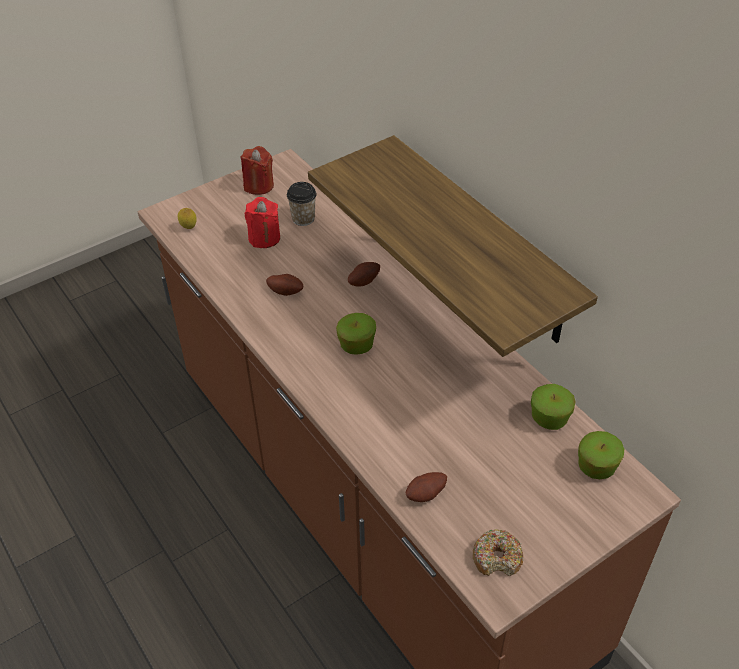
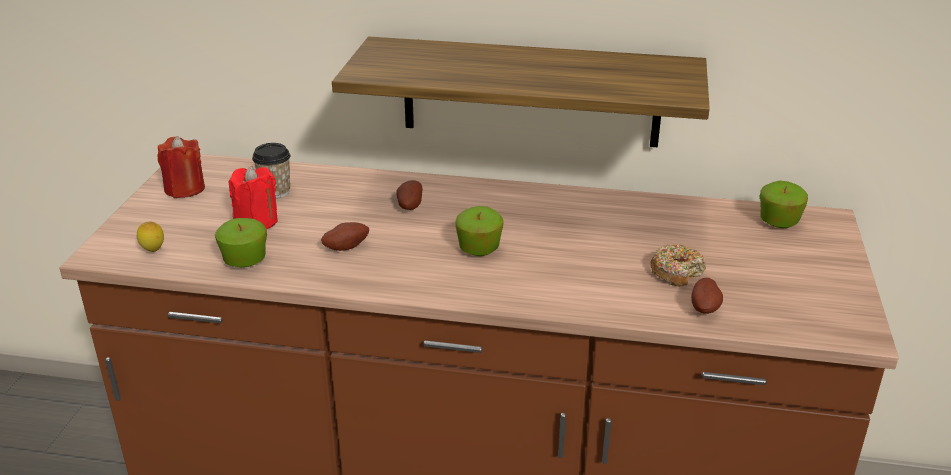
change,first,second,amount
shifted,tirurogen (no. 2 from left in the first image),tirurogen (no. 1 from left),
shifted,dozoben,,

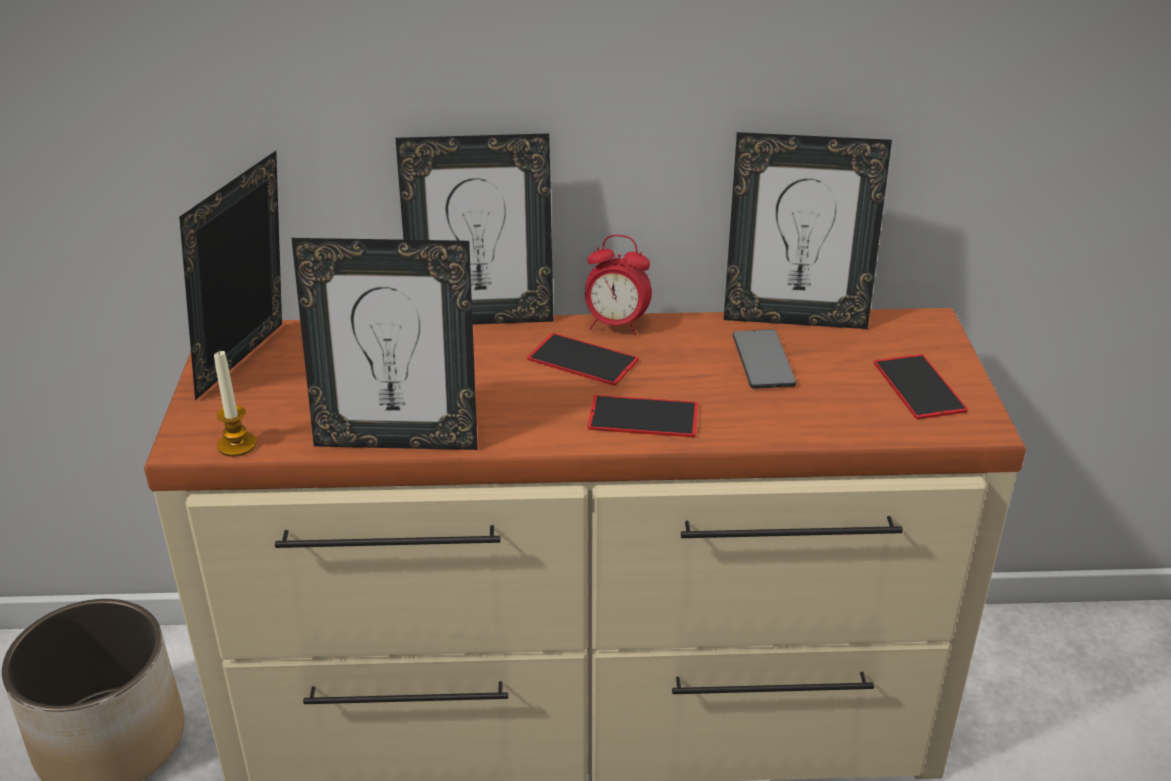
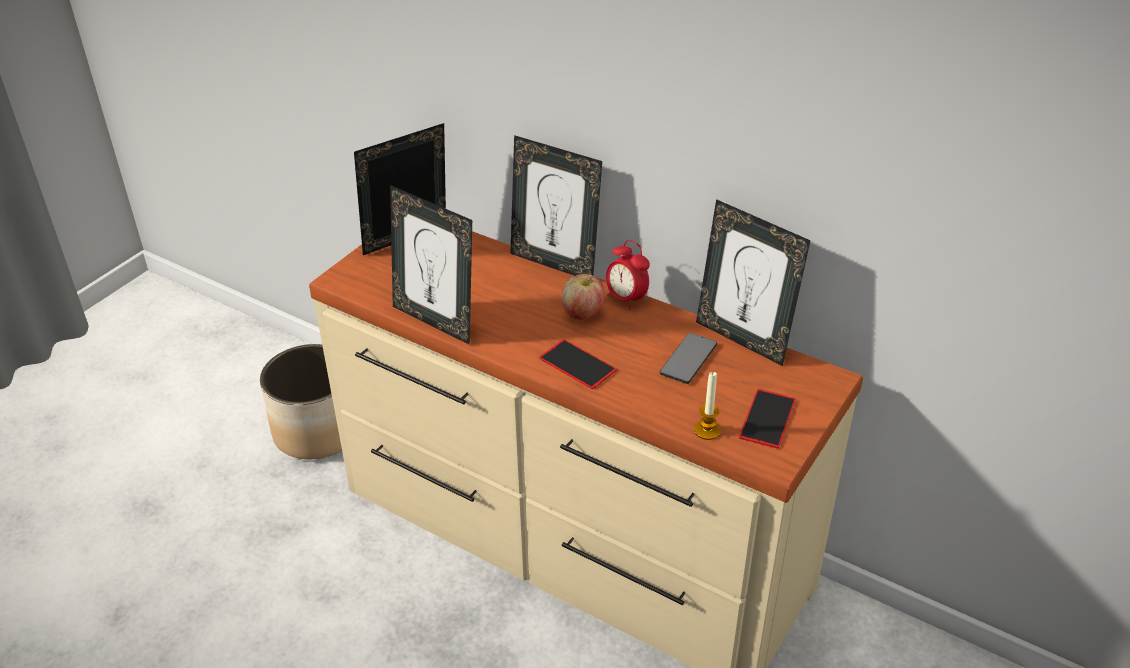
change,first,second,amount
swapped,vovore (no. 1 from left),tirurogen,
shifted,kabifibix,,

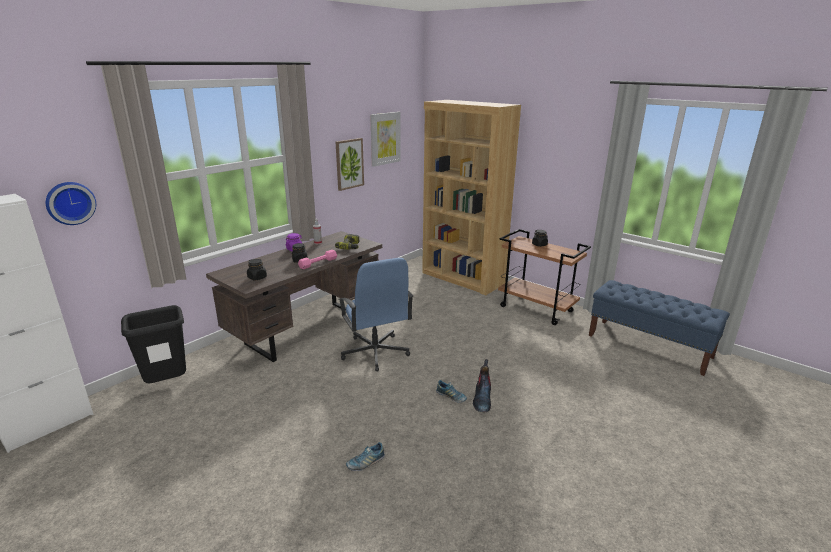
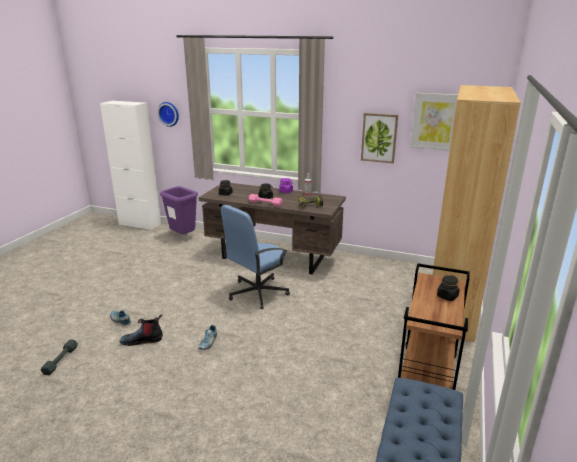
change,first,second,amount
new,,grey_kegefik,
shifted,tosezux,,
repainted,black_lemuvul,purple_lemuvul,

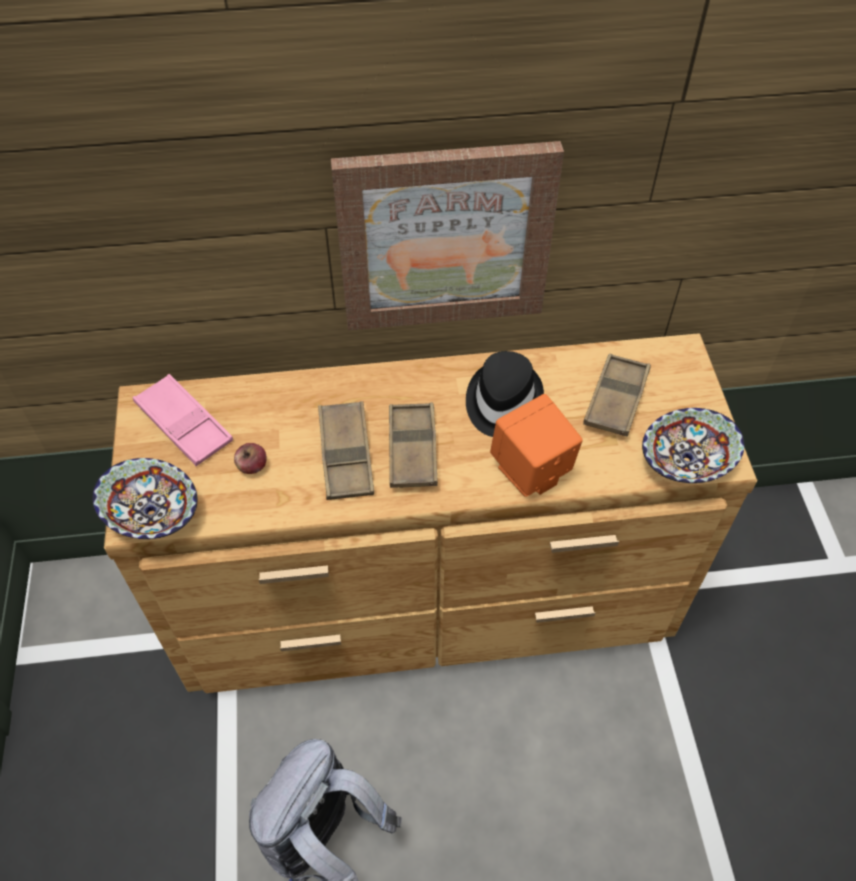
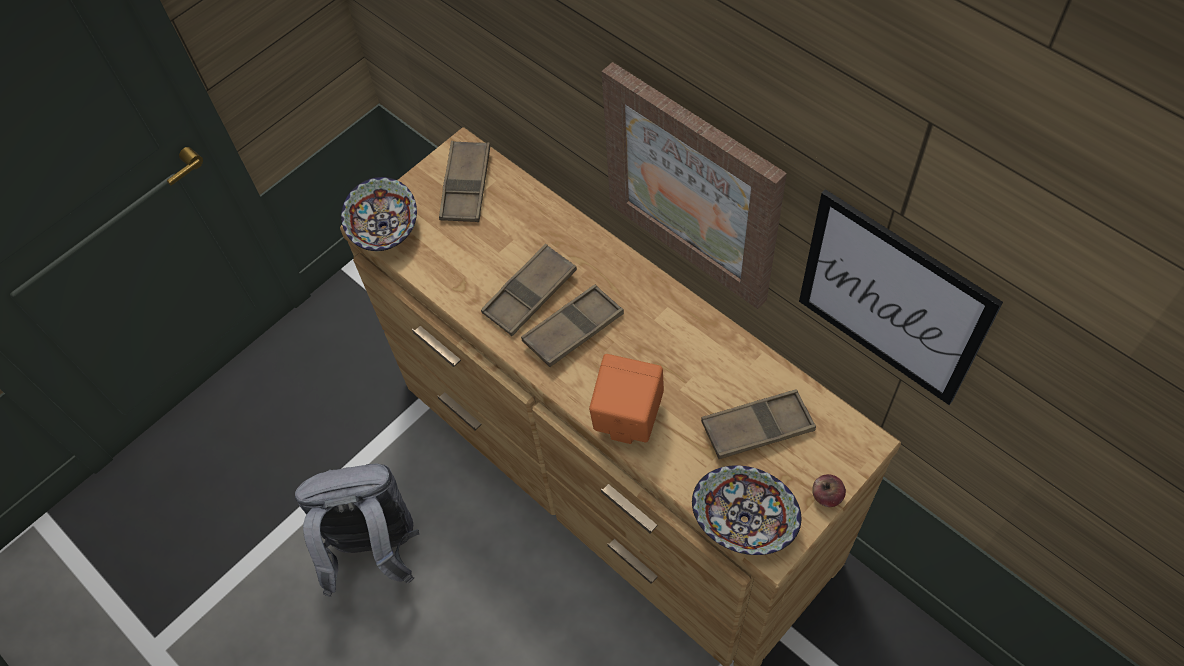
change,first,second,amount
repainted,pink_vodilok,brown_vodilok (no. 1 from left),
new,,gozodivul (no. 2 from left),
shifted,tirurogen,,
gone,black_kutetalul,,

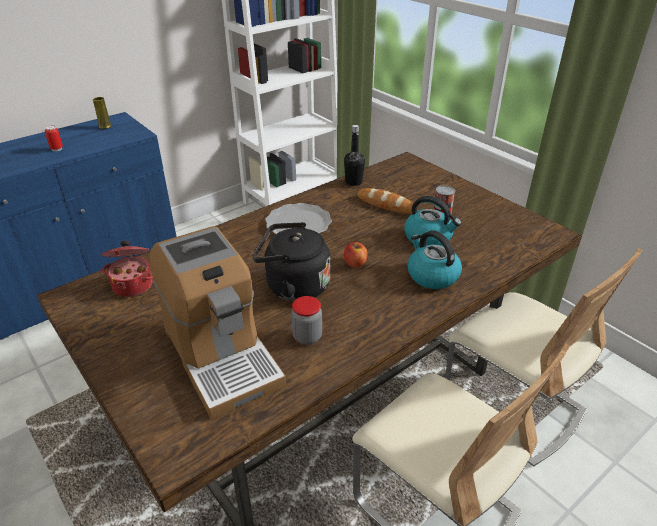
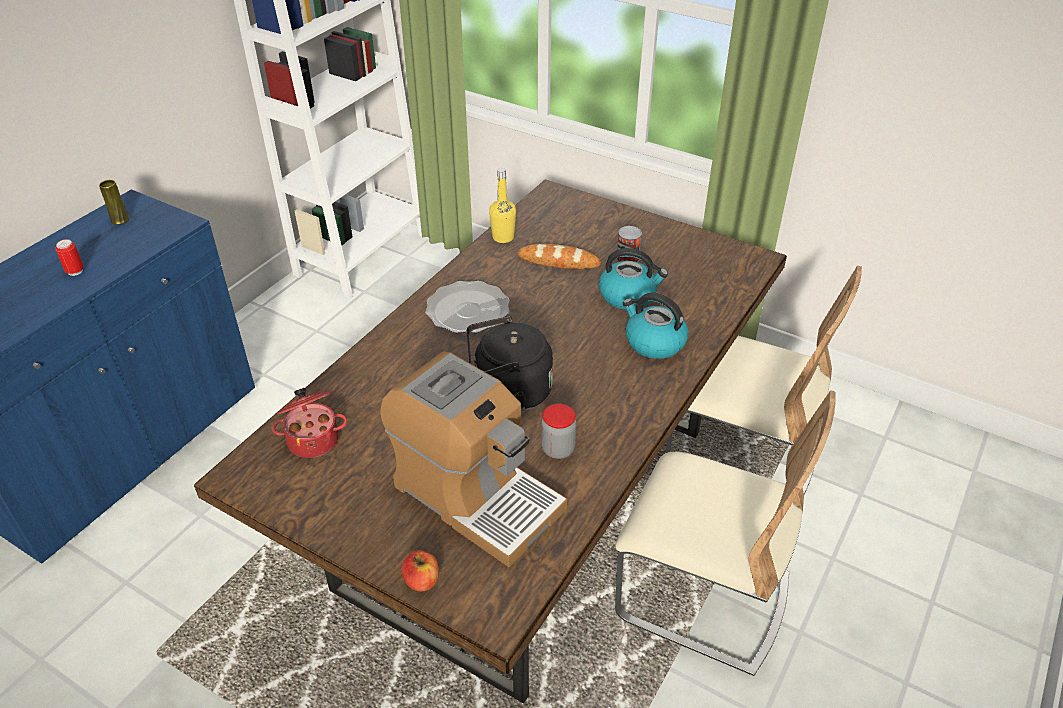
change,first,second,amount
shifted,tirurogen,,
repainted,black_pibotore,yellow_pibotore,

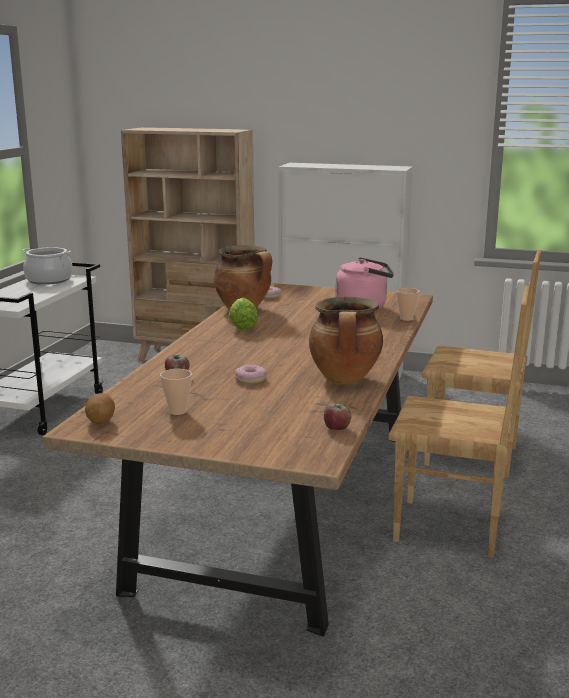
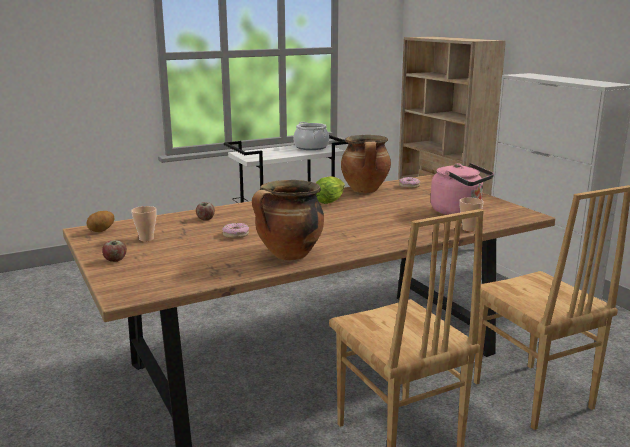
change,first,second,amount
shifted,tirurogen (no. 2 from left in the first image),tirurogen (no. 1 from left),

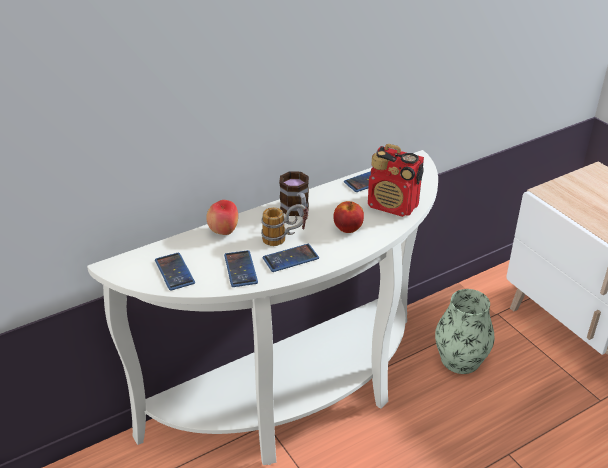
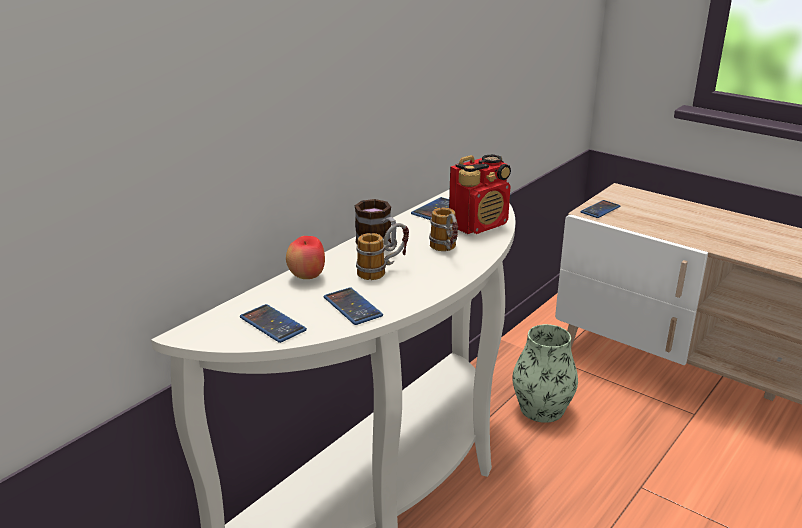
change,first,second,amount
swapped,tirurogen (no. 2 from left),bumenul (no. 3 from left),
rotated,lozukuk,,45 degrees counterclockwise
shifted,vovore (no. 3 from left in the first image),vovore (no. 4 from left),

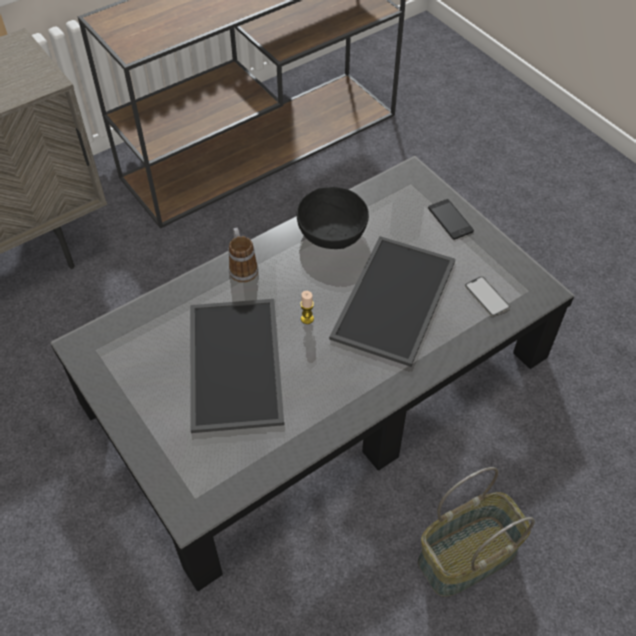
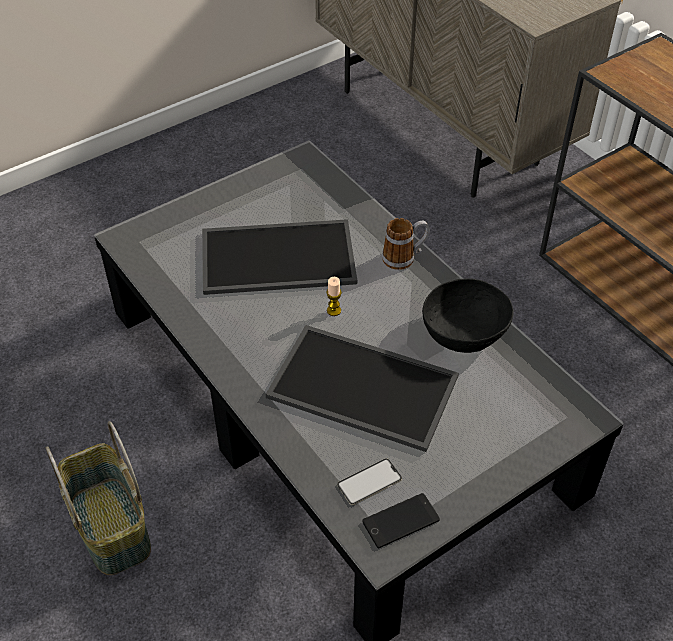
change,first,second,amount
shifted,vovore (no. 1 from left in the first image),vovore (no. 2 from left),

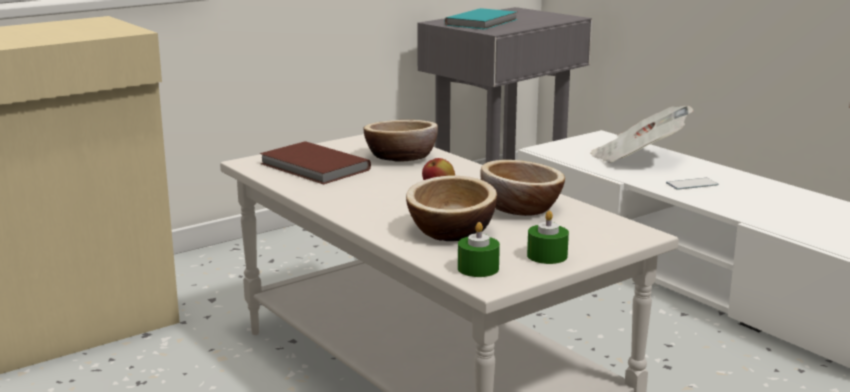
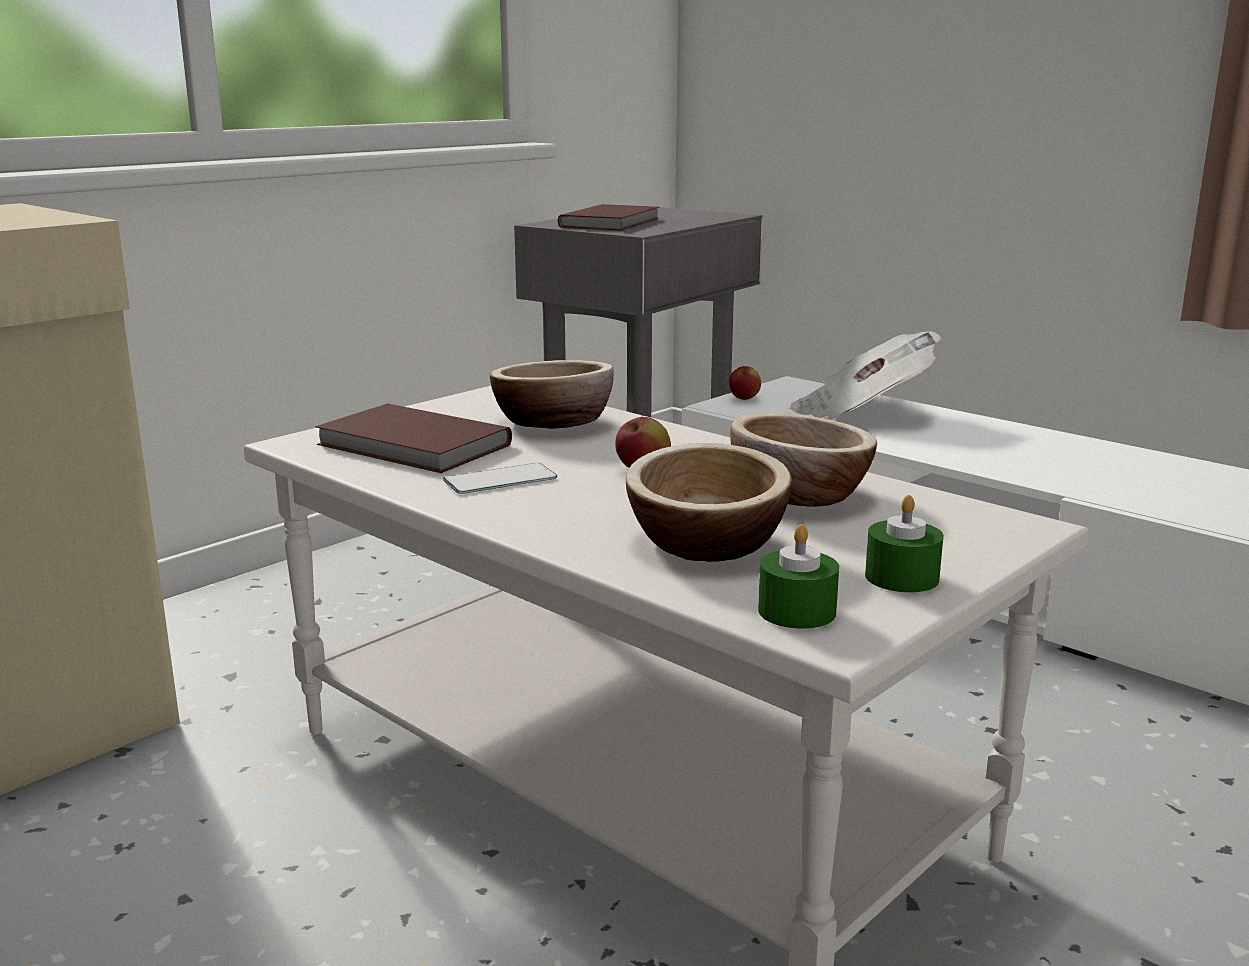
change,first,second,amount
shifted,vovore,,
repainted,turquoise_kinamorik,brown_kinamorik (no. 2 from left),
new,,tirurogen (no. 2 from left),

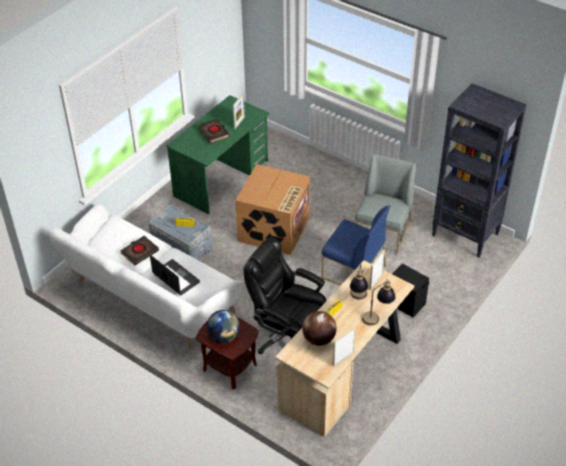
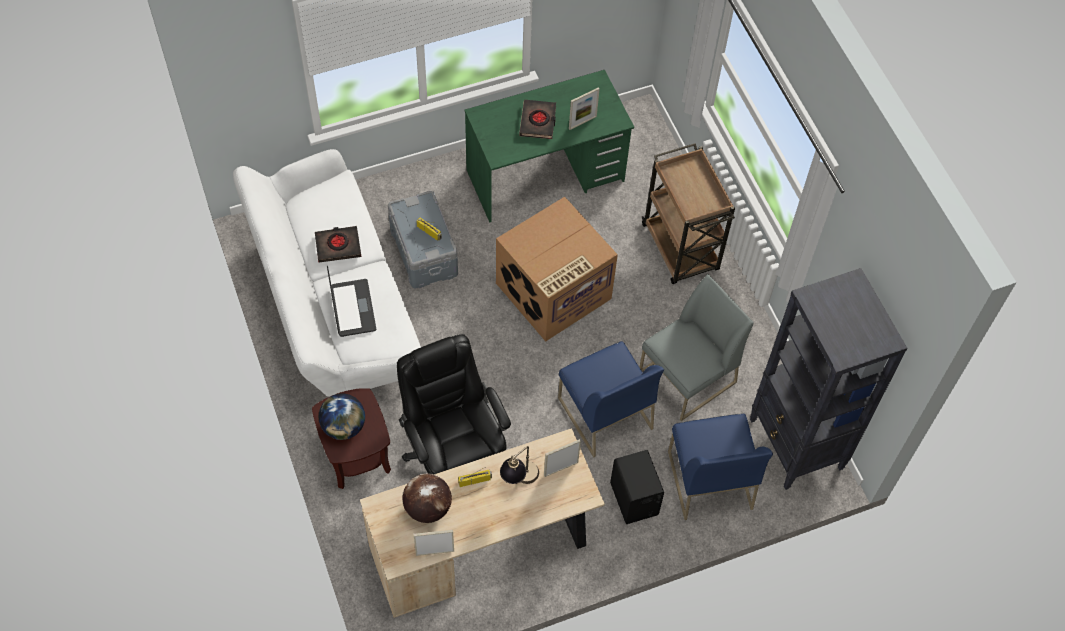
change,first,second,amount
new,,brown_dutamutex,
new,,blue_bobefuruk (no. 2 from left),
gone,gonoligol (no. 2 from left),,

